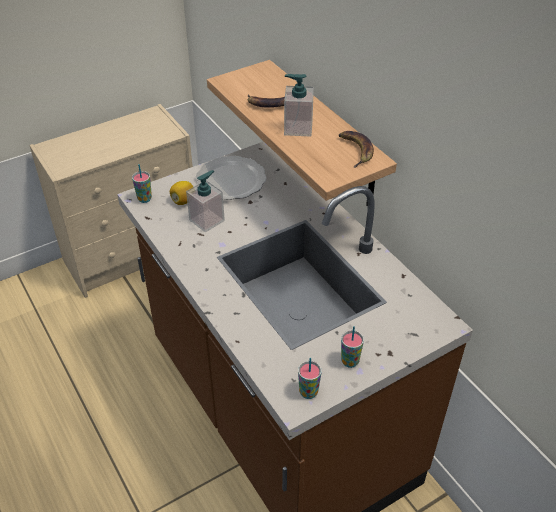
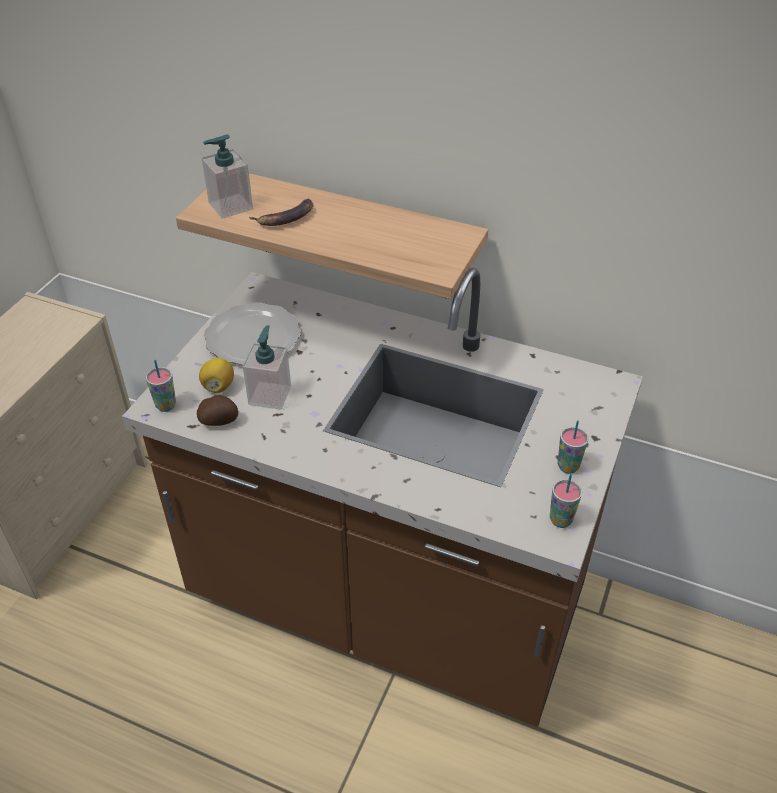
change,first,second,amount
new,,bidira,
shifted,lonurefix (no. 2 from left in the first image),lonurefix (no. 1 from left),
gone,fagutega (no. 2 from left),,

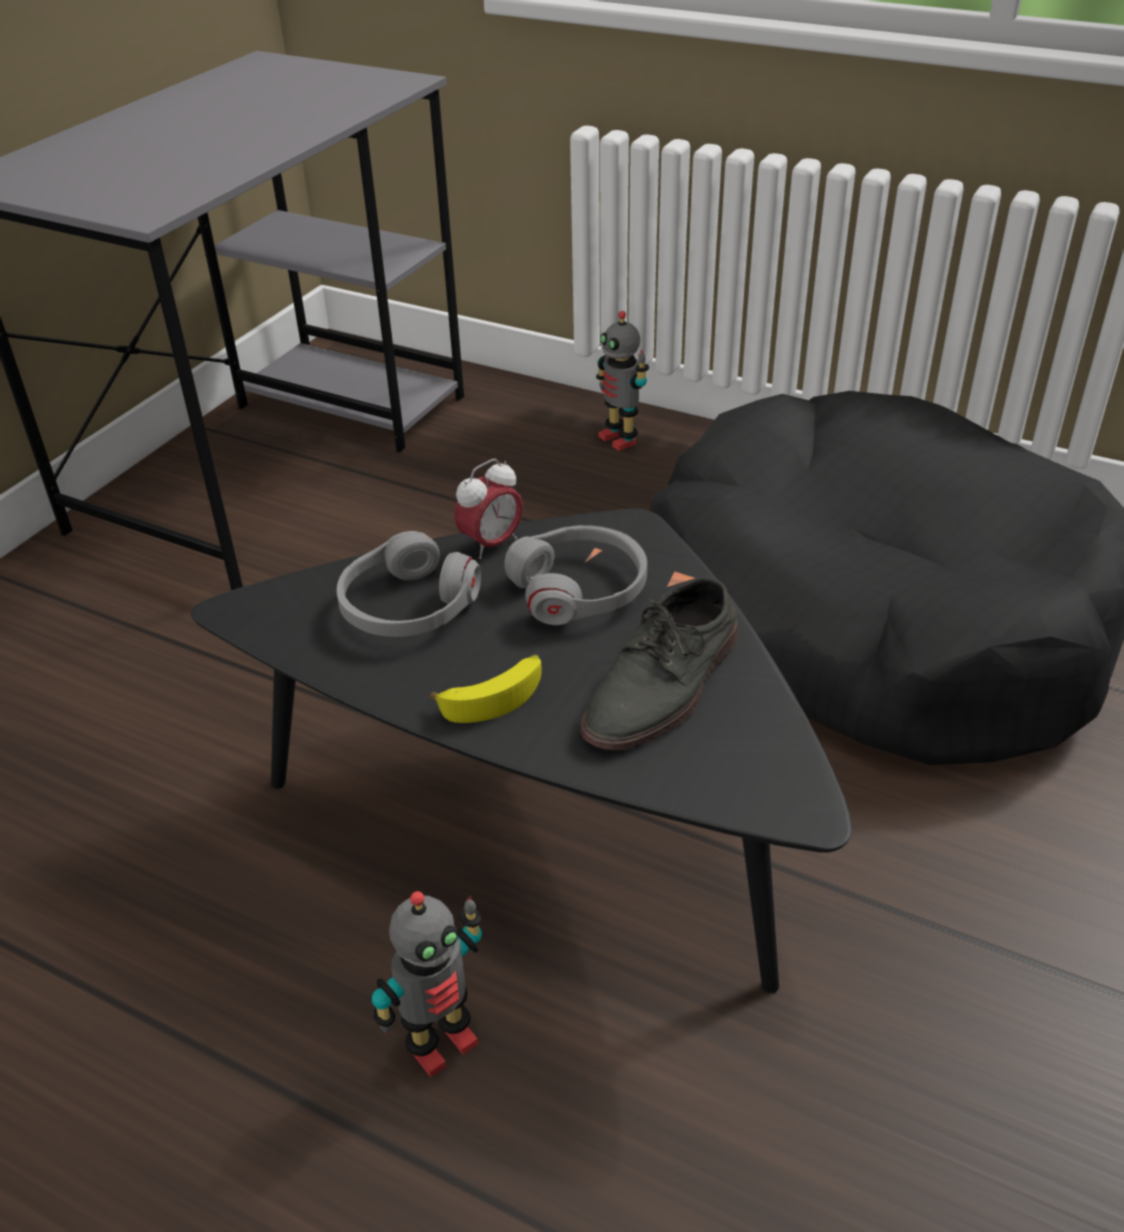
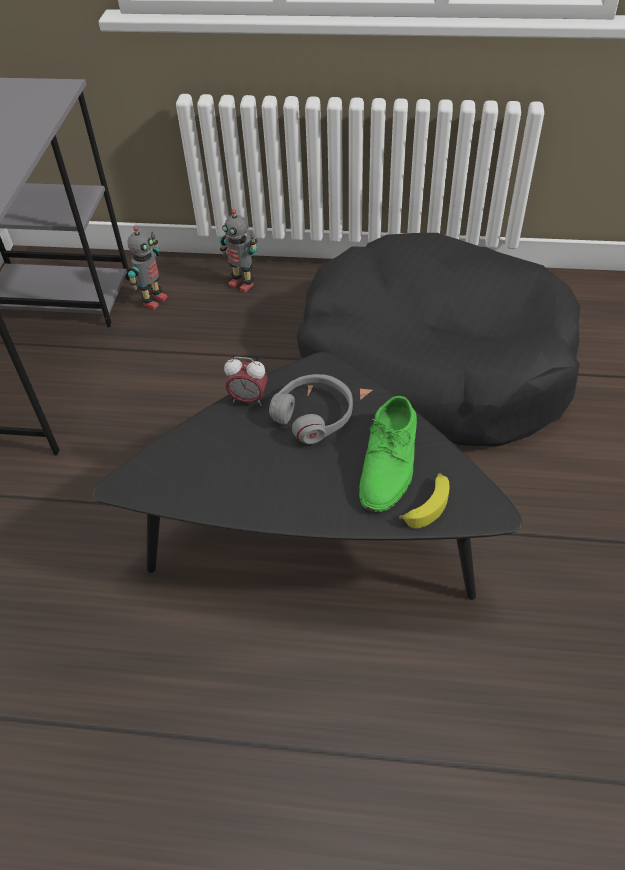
change,first,second,amount
shifted,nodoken (no. 1 from left),,
rotated,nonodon,,75 degrees clockwise
repainted,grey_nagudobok,green_nagudobok,
shifted,fagutega,,
gone,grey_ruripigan (no. 1 from left),,

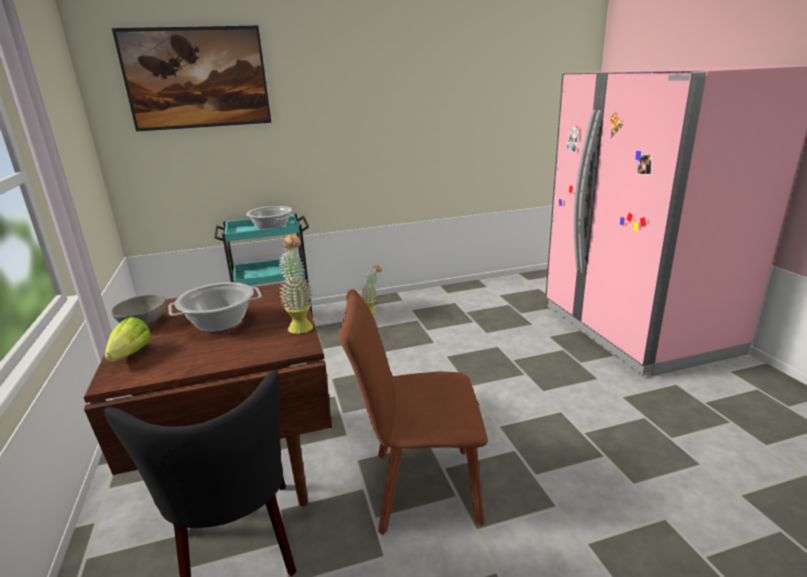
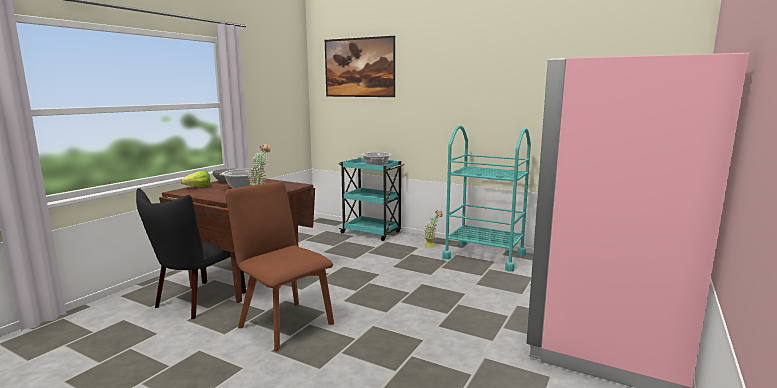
change,first,second,amount
new,,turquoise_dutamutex (no. 2 from left),

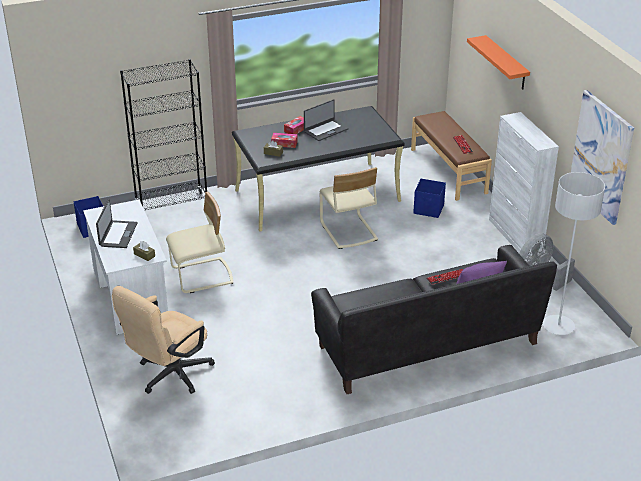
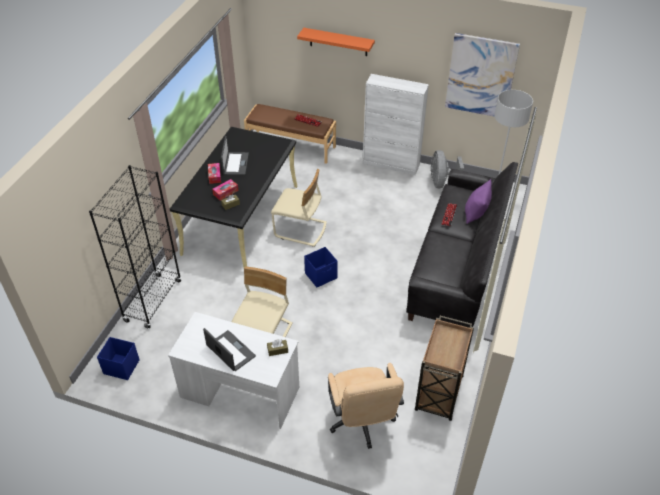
change,first,second,amount
shifted,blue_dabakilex (no. 2 from left),,
new,,brown_dutamutex,

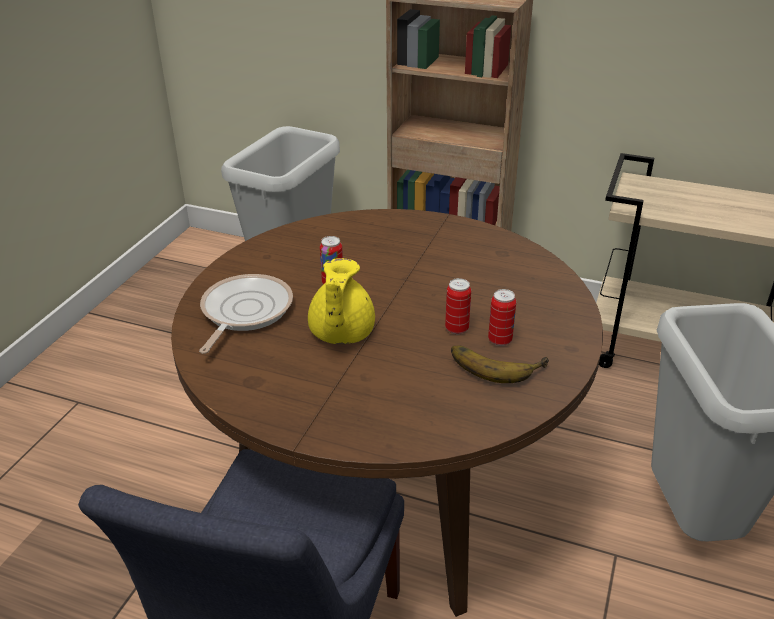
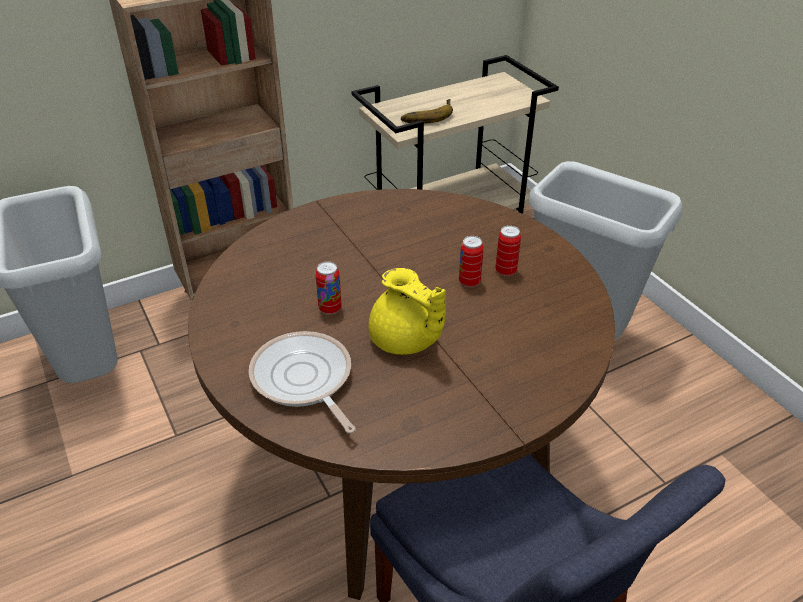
change,first,second,amount
shifted,fagutega,,

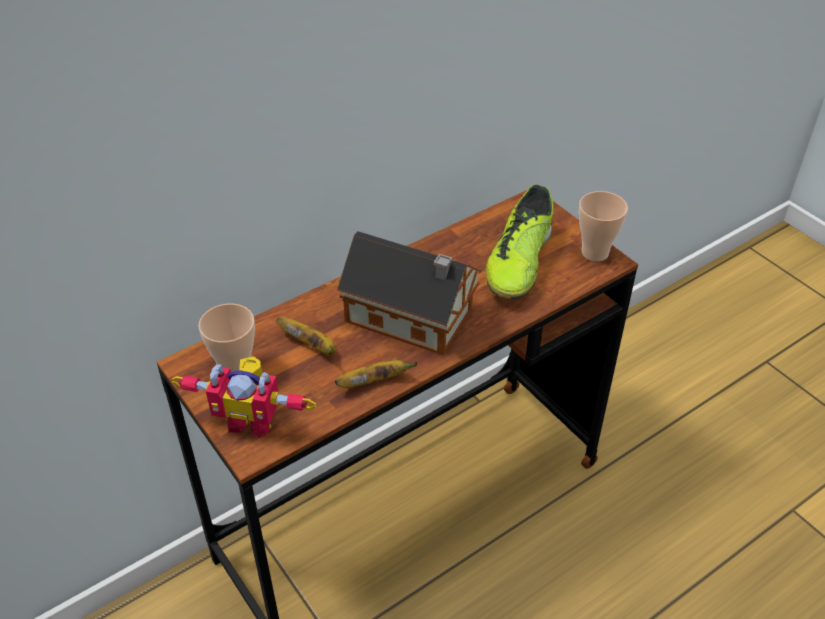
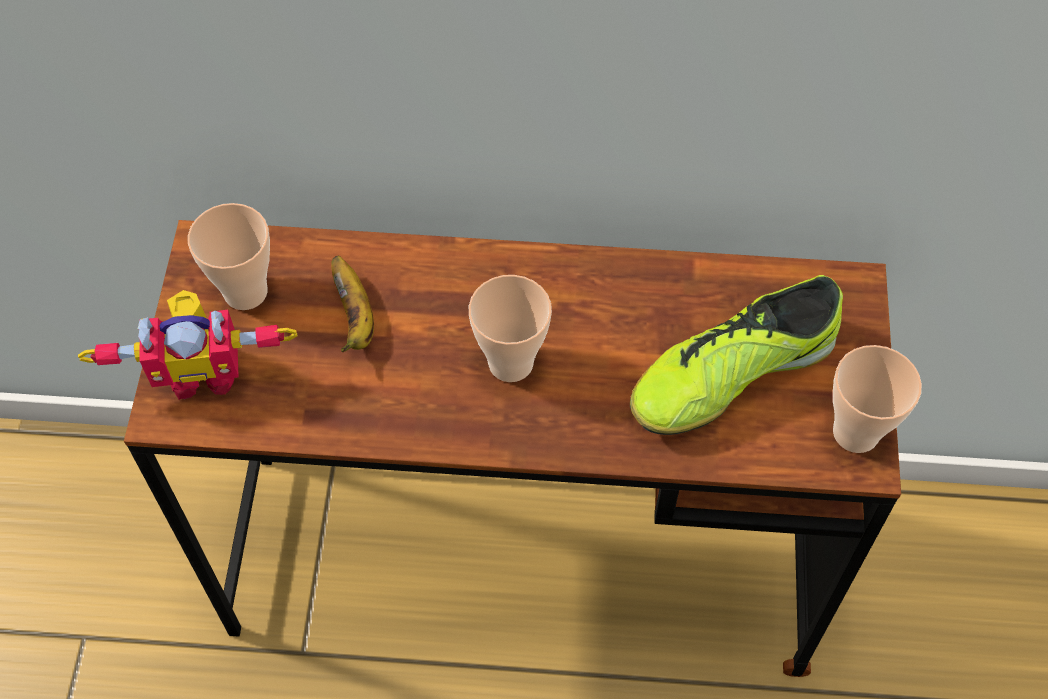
change,first,second,amount
rotated,nodoken,,60 degrees counterclockwise
swapped,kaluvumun,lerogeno (no. 2 from left),
gone,fagutega (no. 2 from left),,

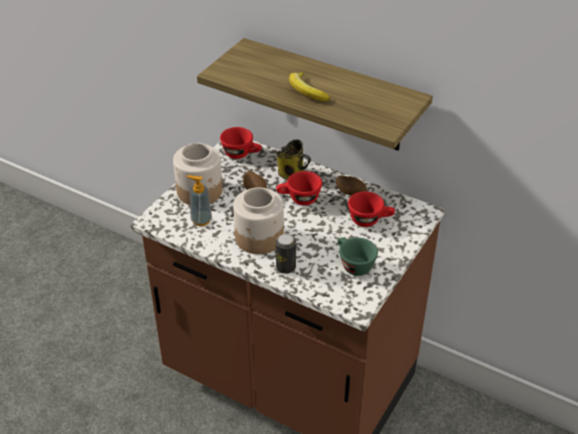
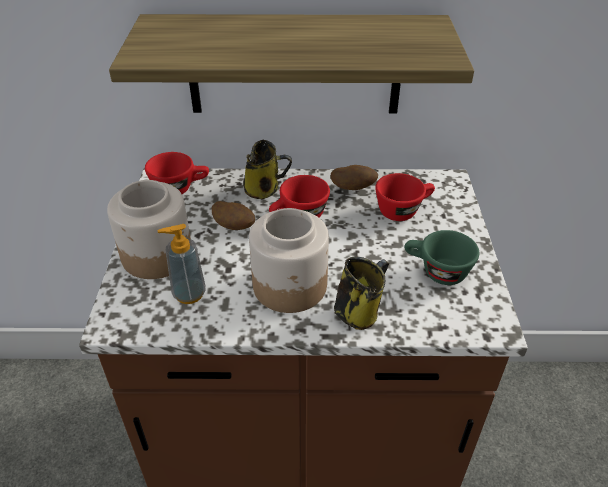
change,first,second,amount
swapped,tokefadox,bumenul (no. 2 from left),
gone,fagutega,,

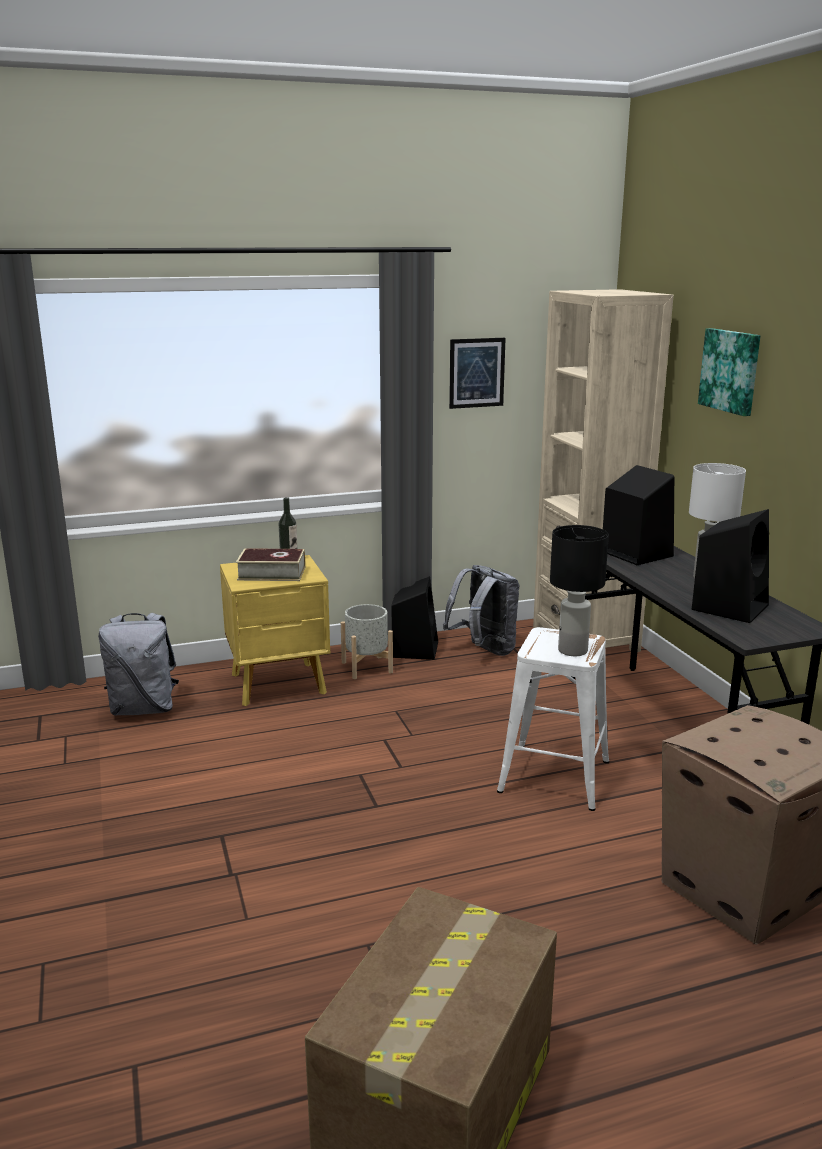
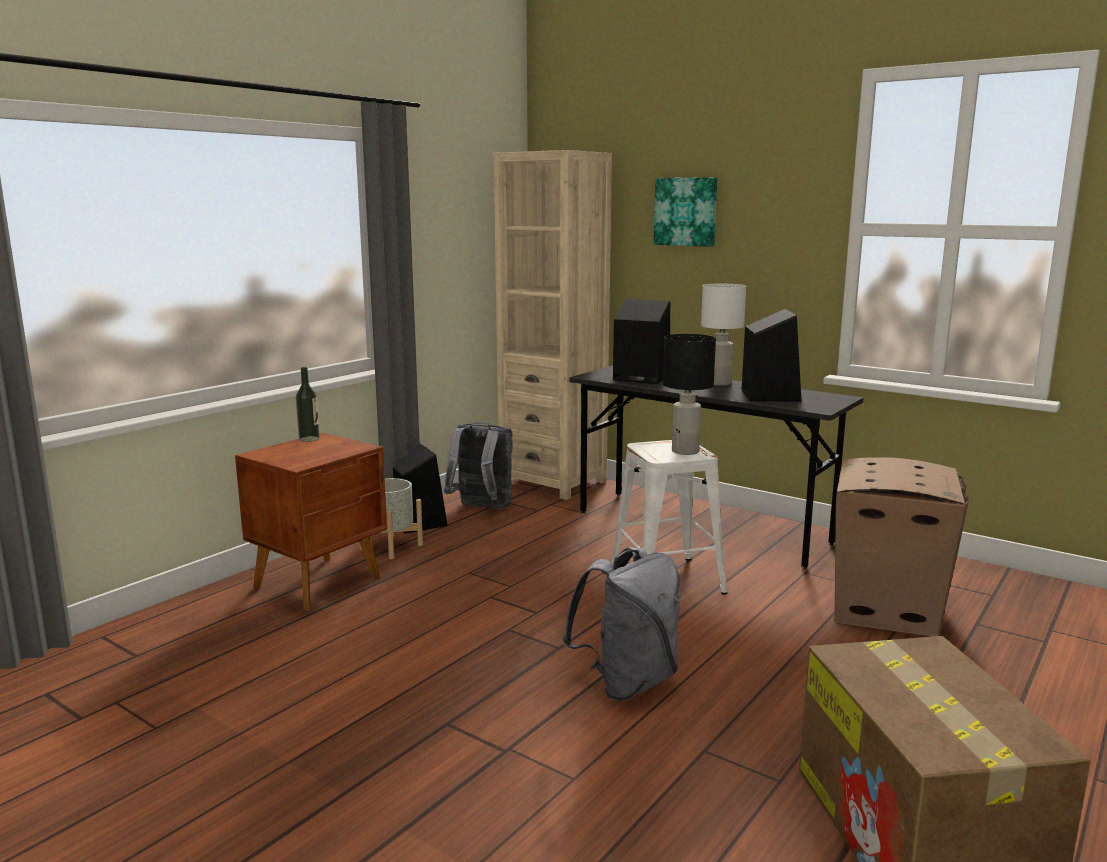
change,first,second,amount
repainted,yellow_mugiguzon,brown_mugiguzon,
shifted,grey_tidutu (no. 1 from left in the first image),grey_tidutu (no. 2 from left),
gone,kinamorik,,
gone,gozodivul (no. 1 from left),,

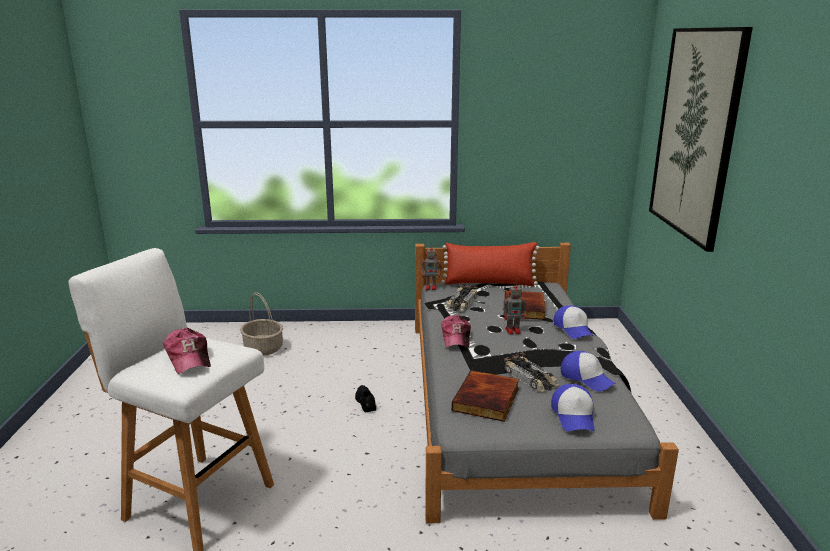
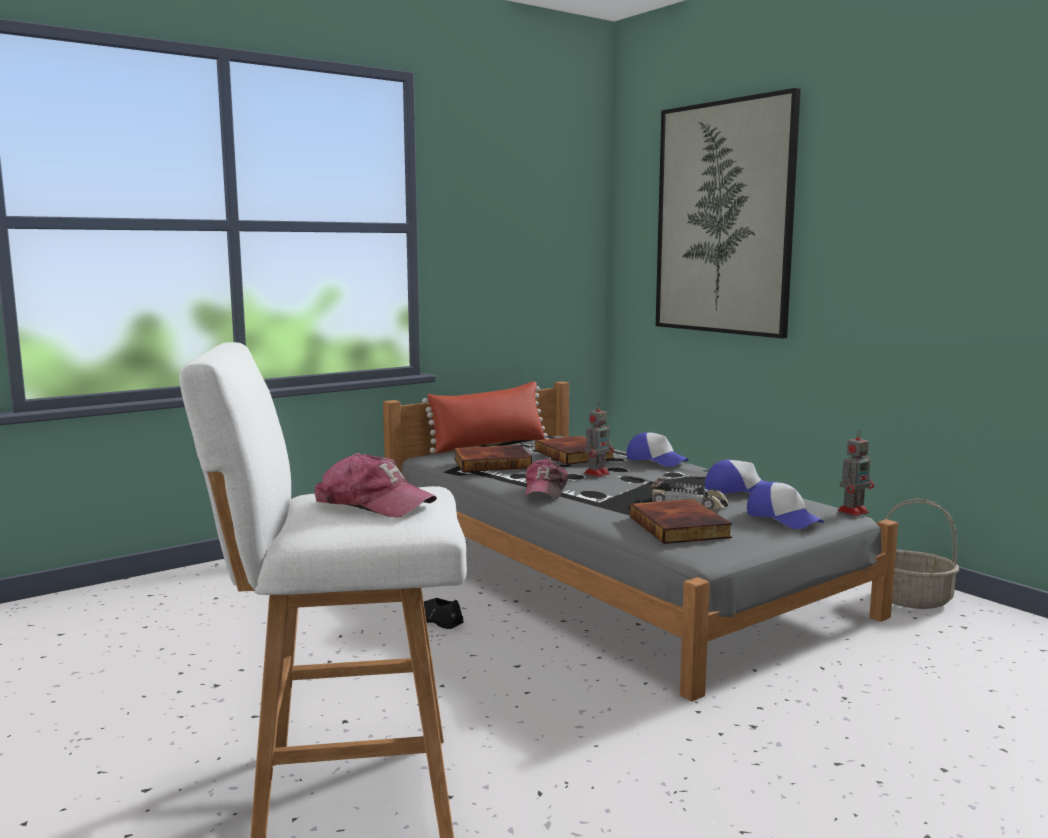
change,first,second,amount
swapped,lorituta (no. 1 from left),kinamorik (no. 1 from left),
rotated,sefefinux (no. 2 from left),,45 degrees clockwise
shifted,nodoken (no. 1 from left in the first image),nodoken (no. 2 from left),
shifted,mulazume,,

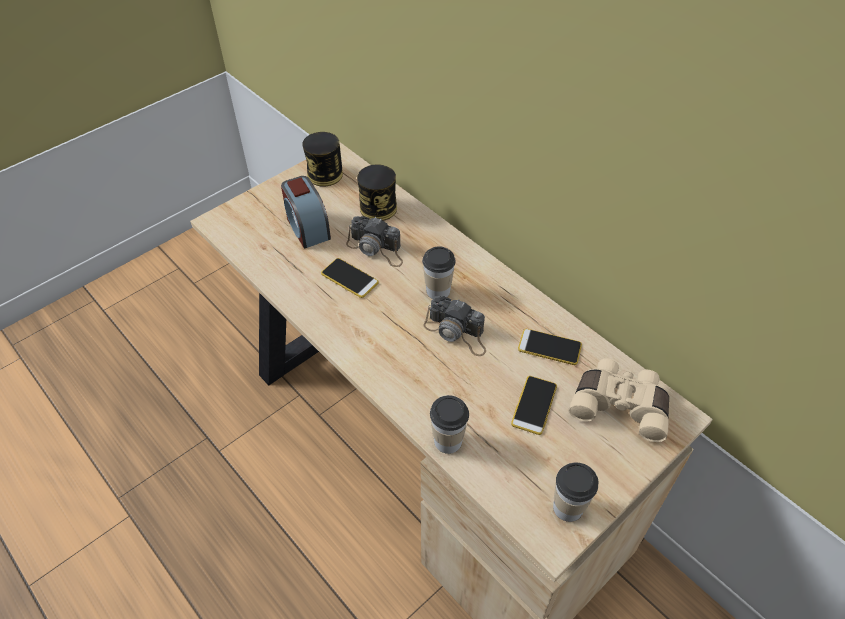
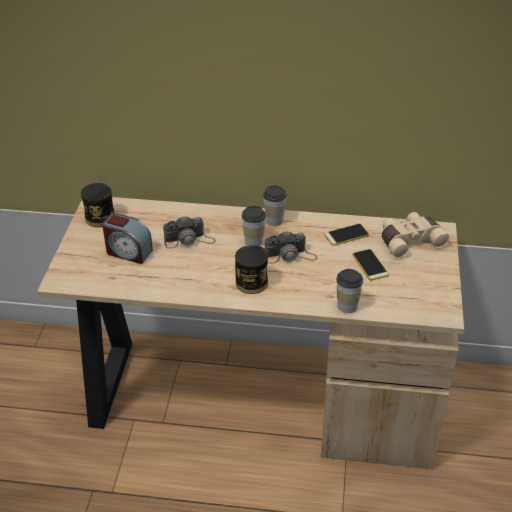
change,first,second,amount
shifted,tokefadox (no. 2 from left),,
shifted,lerogeno (no. 3 from left in the first image),lerogeno (no. 2 from left),
gone,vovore (no. 1 from left),,

